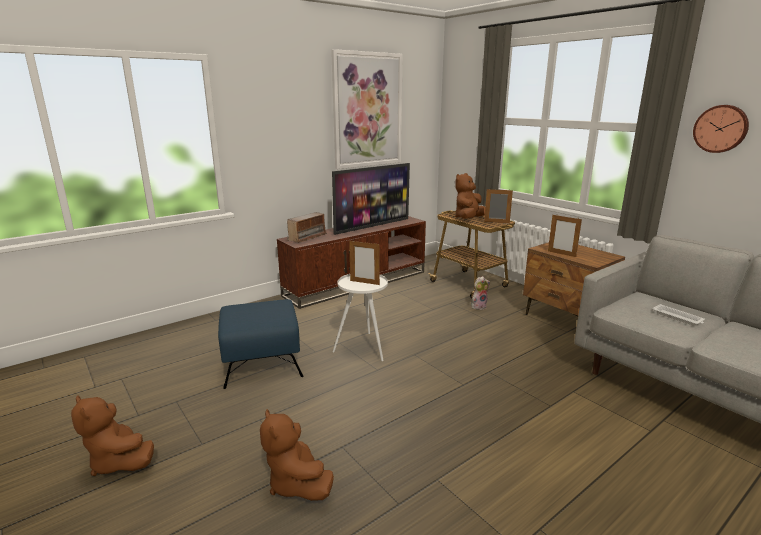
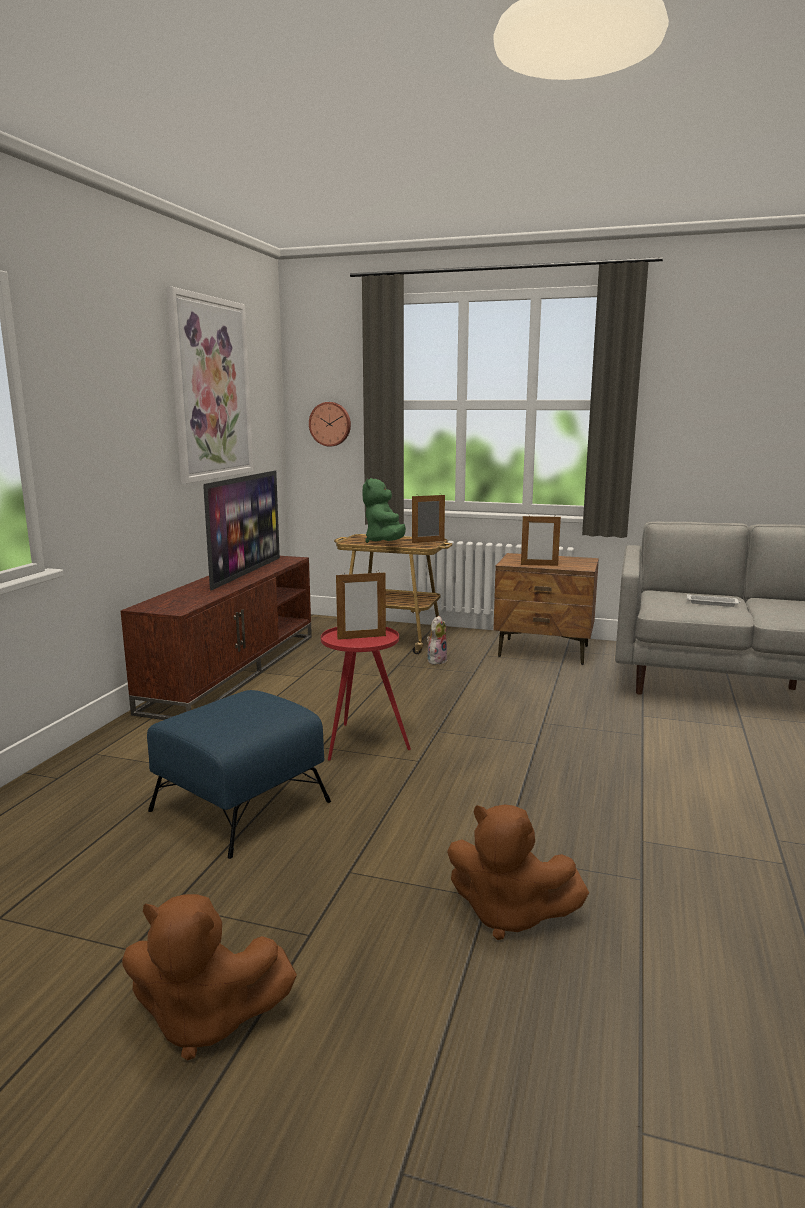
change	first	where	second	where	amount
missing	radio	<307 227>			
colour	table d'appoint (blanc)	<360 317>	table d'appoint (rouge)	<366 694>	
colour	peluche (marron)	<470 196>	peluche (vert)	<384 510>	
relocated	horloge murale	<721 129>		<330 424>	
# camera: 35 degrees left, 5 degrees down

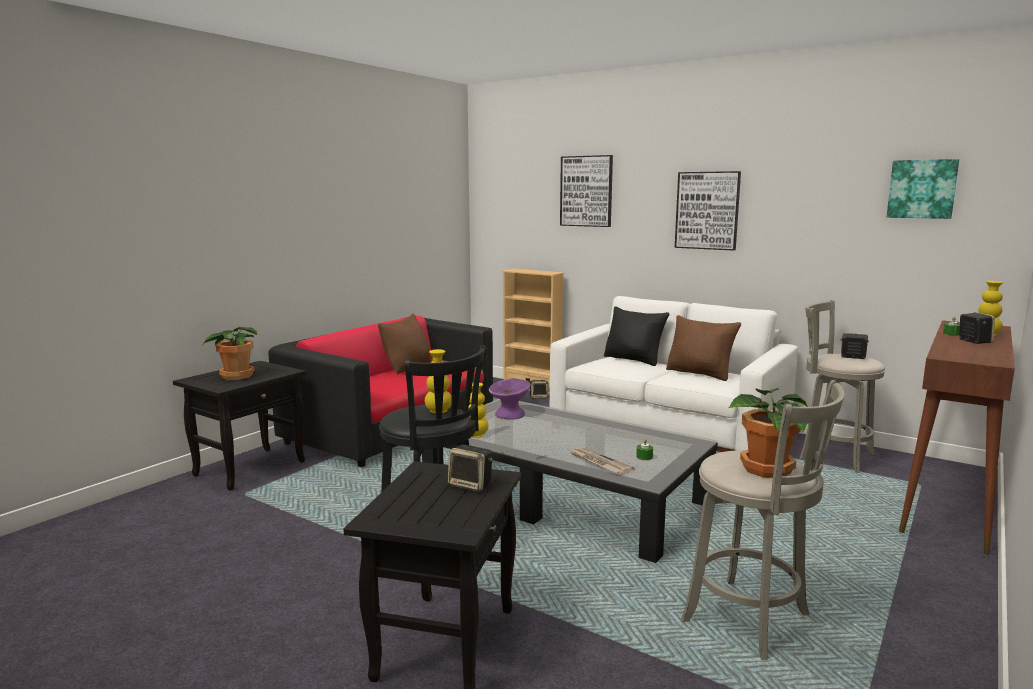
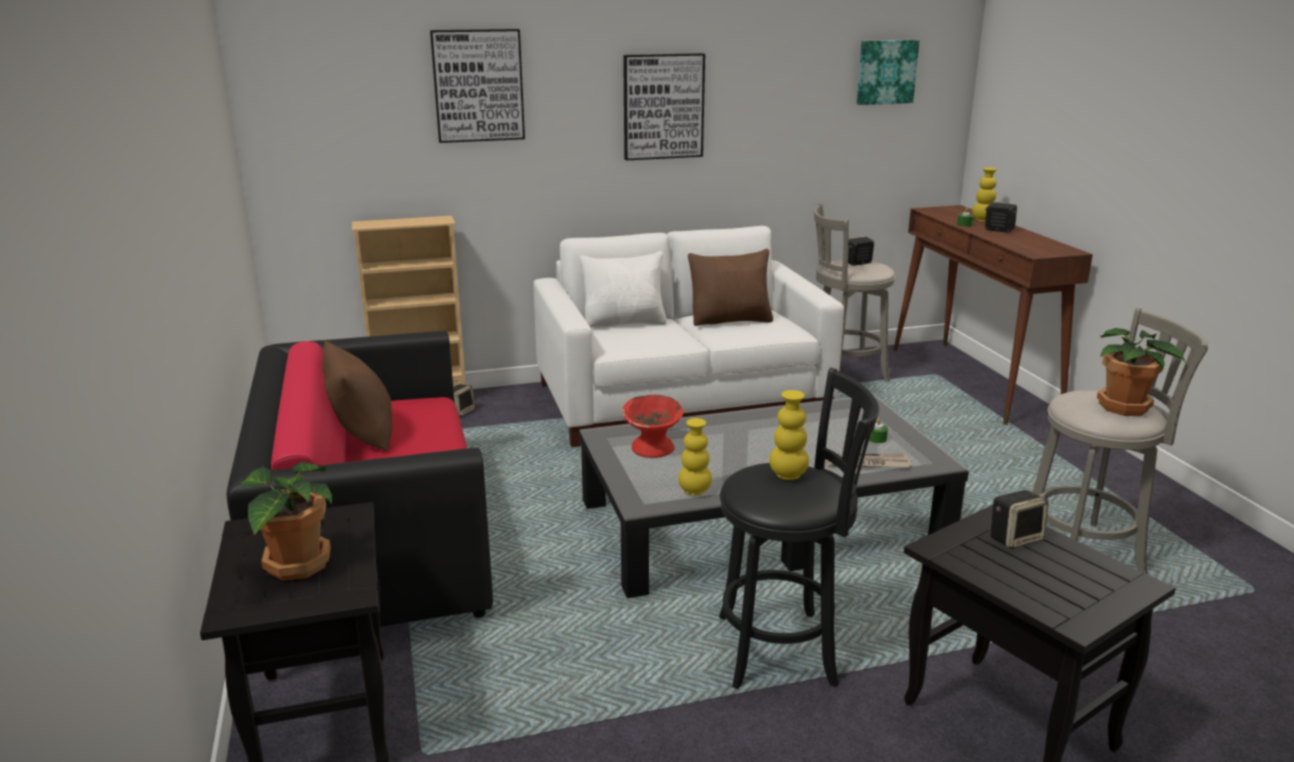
change	first	where	second	where	amount
colour	bol (violet)	<510 398>	bol (rouge)	<653 426>	
colour	coussin (noir)	<637 336>	coussin (blanc)	<623 289>	
# camera: 50 degrees left, 10 degrees up

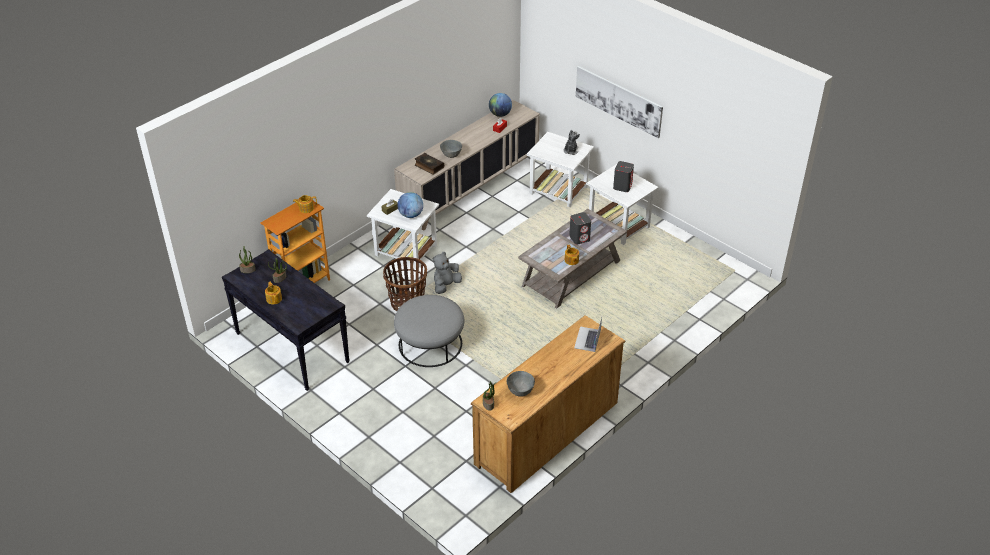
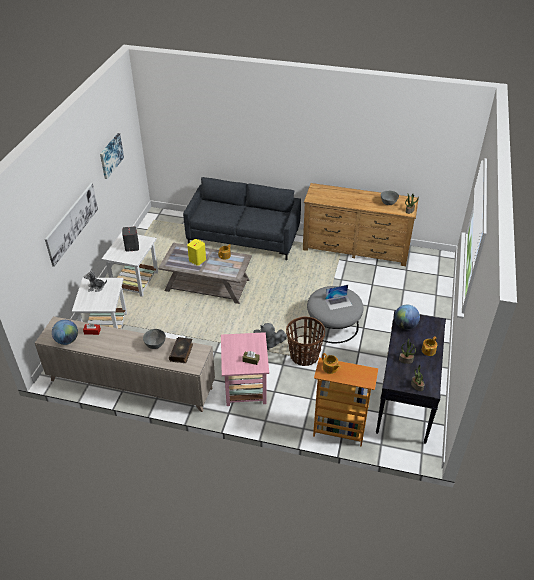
change	first	where	second	where	amount
colour	table d'appoint (blanc)	<403 229>	table d'appoint (rose)	<245 369>	
relocated	globe	<410 205>		<407 317>	
colour	enceinte (gris)	<580 228>	enceinte (jaune)	<196 252>	
relocated	ordinateur portable	<588 334>		<339 297>	
appeared			tableau	<112 156>	
appeared			canapé (gris)	<242 218>	
# camera: 120 degrees left, 0 degrees up

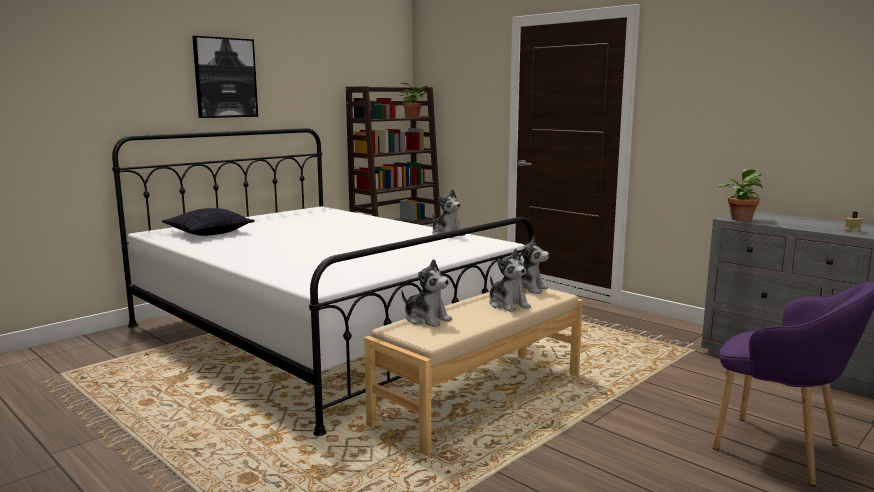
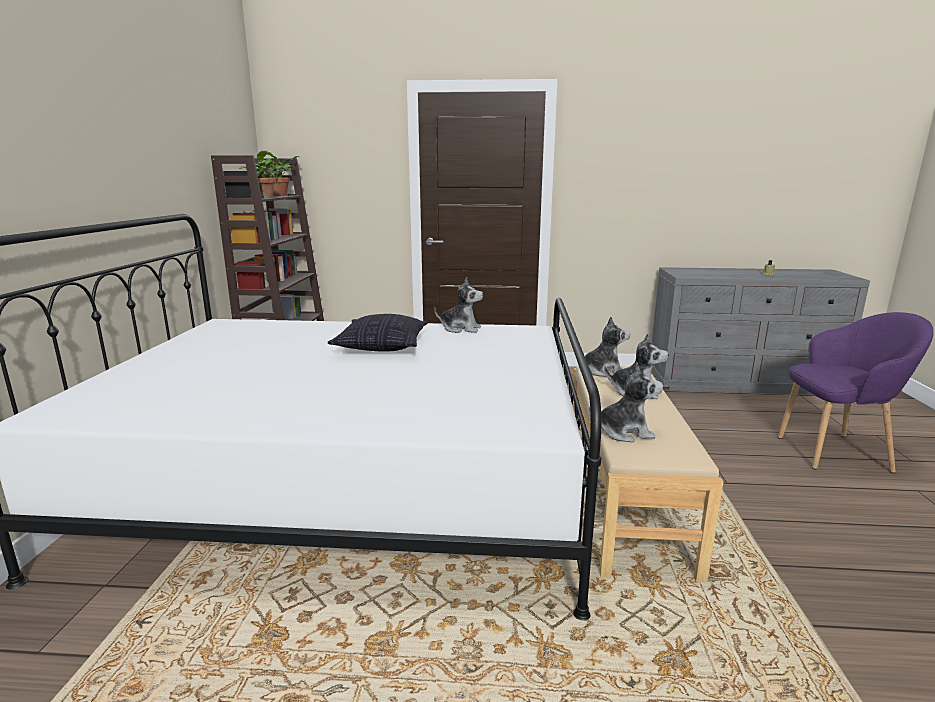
change	first	where	second	where	amount
relocated	coussin	<208 222>		<377 333>	
missing	tableau	<225 77>			
relocated	plante en pot	<740 194>		<257 174>	
# camera: 40 degrees left, 5 degrees up

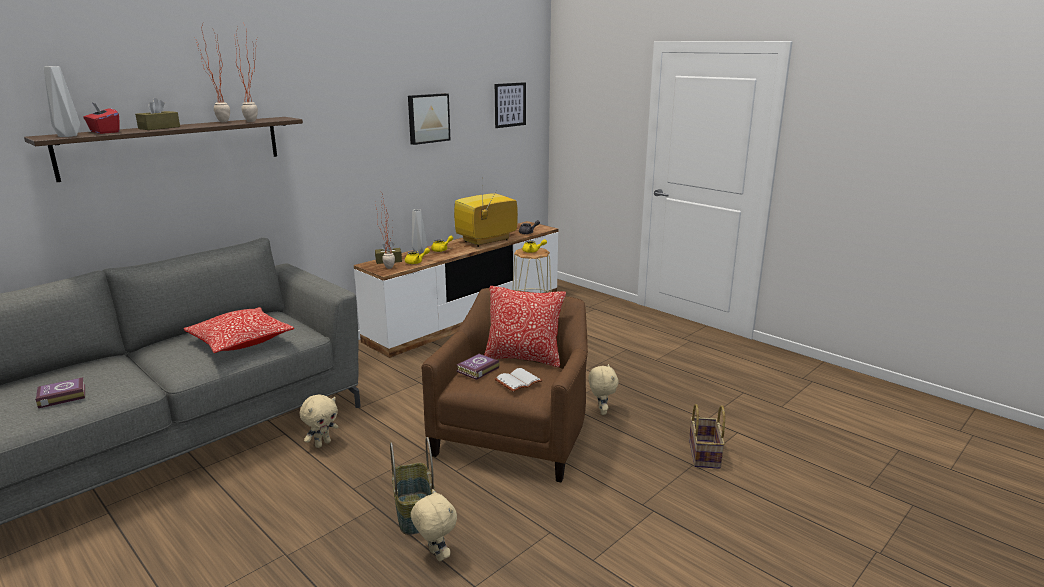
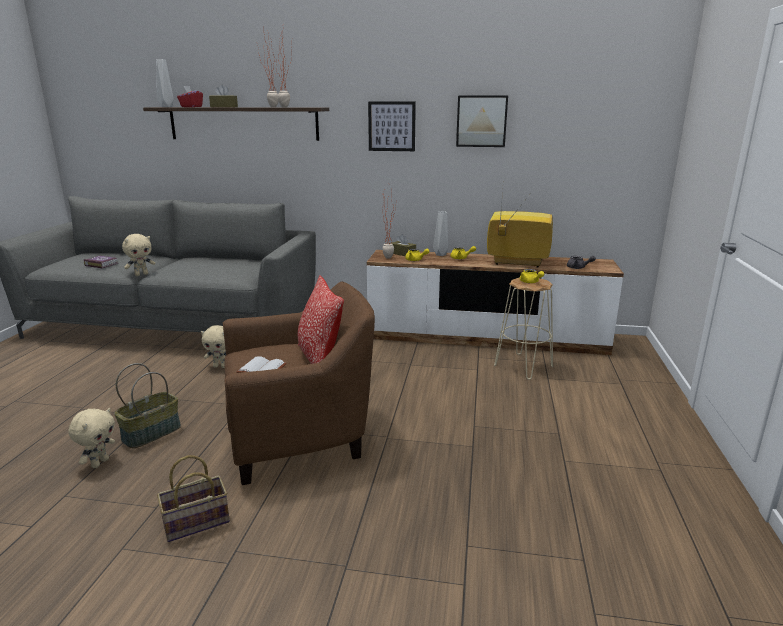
change	first	where	second	where	amount
missing	coussin	<238 330>			
missing	livre	<477 366>			
relocated	tableau	<510 105>		<392 126>	
relocated	peluche (beige)	<603 389>		<138 255>	
relocated	panier	<707 436>		<193 498>	
# camera: 55 degrees right, 0 degrees up

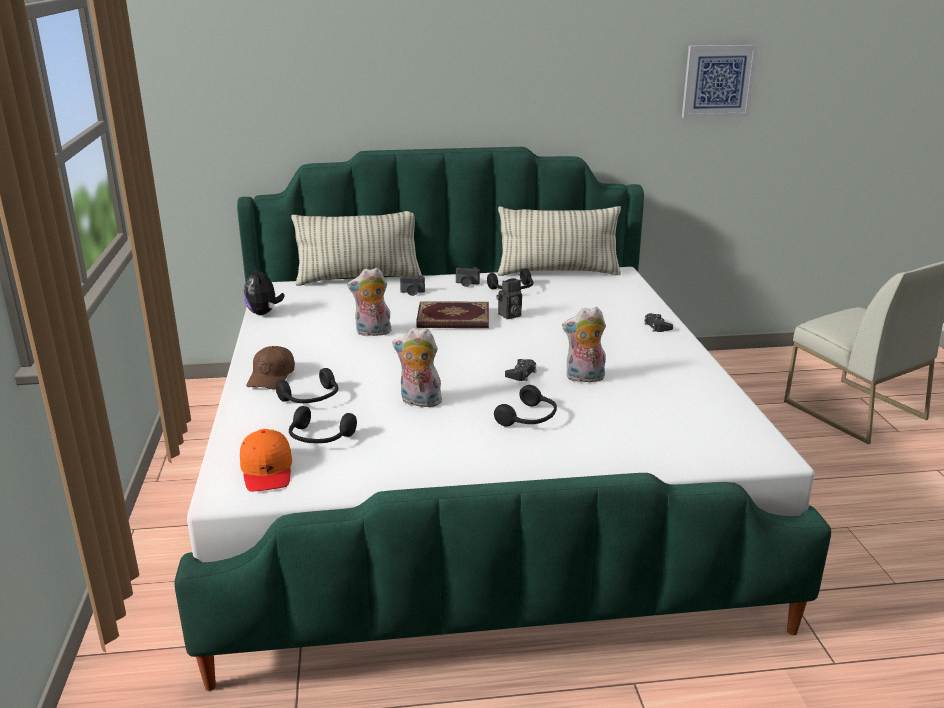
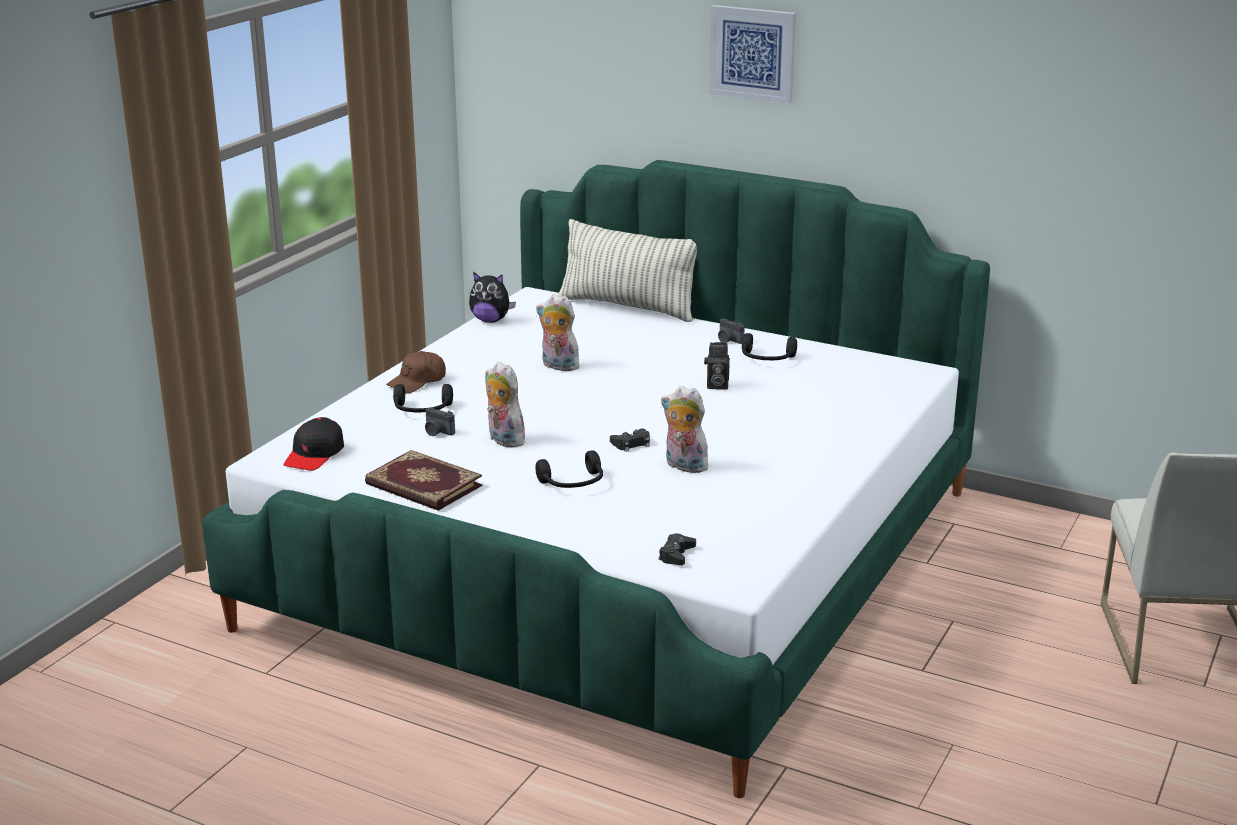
change	first	where	second	where	amount
colour	casquette (orange)	<266 460>	casquette (noir)	<314 444>	
spun	peluche	<264 289>		<492 297>	90 degrees counterclockwise
missing	casque audio (noir)	<323 424>			
relocated	appareil photo	<412 285>		<440 421>	
relocated	livre	<452 314>		<424 480>	
missing	coussin	<559 241>			
relocated	manette (noir)	<658 322>		<677 549>	
relocated	tableau	<720 81>		<752 54>	
# camera: 35 degrees right, 0 degrees up

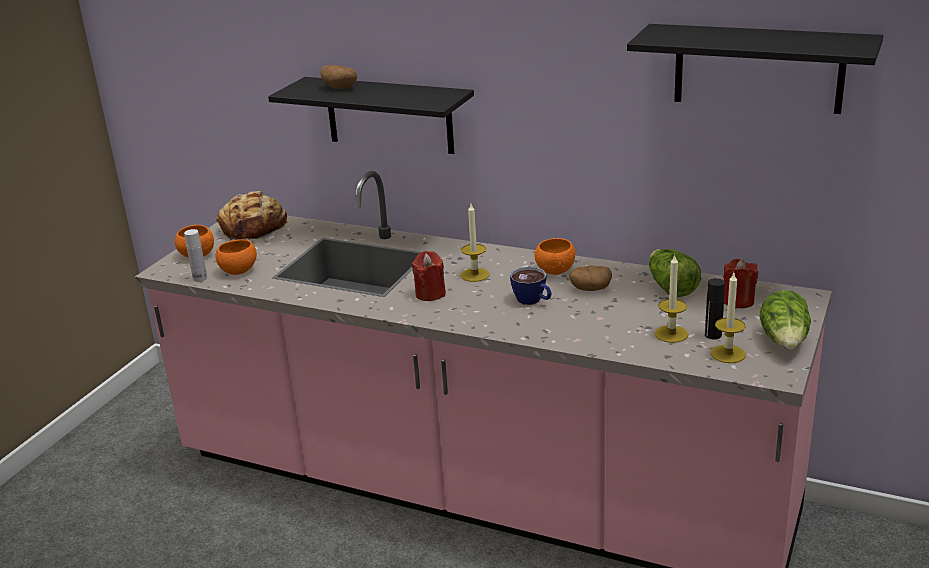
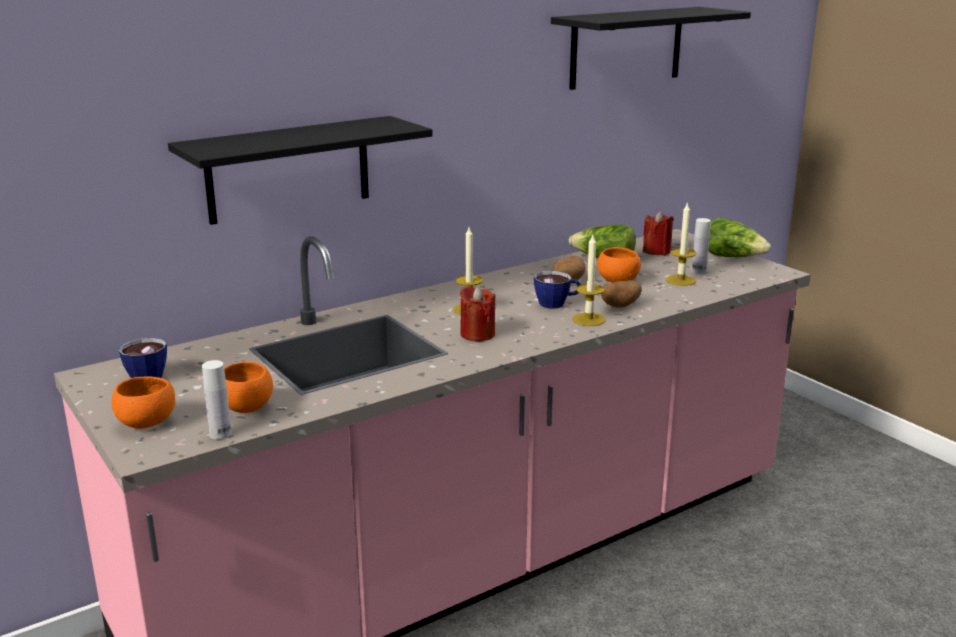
change	first	where	second	where	amount
exchanged	pain	<252 215>	tasse	<143 358>	
relocated	pomme de terre	<338 77>		<621 294>	
relocated	bol (orange)	<554 256>		<619 265>	
colour	bouteille (noir)	<715 308>	bouteille (blanc)	<701 246>	
relocated	bougie	<728 318>		<589 280>	
# camera: 60 degrees left, 5 degrees down

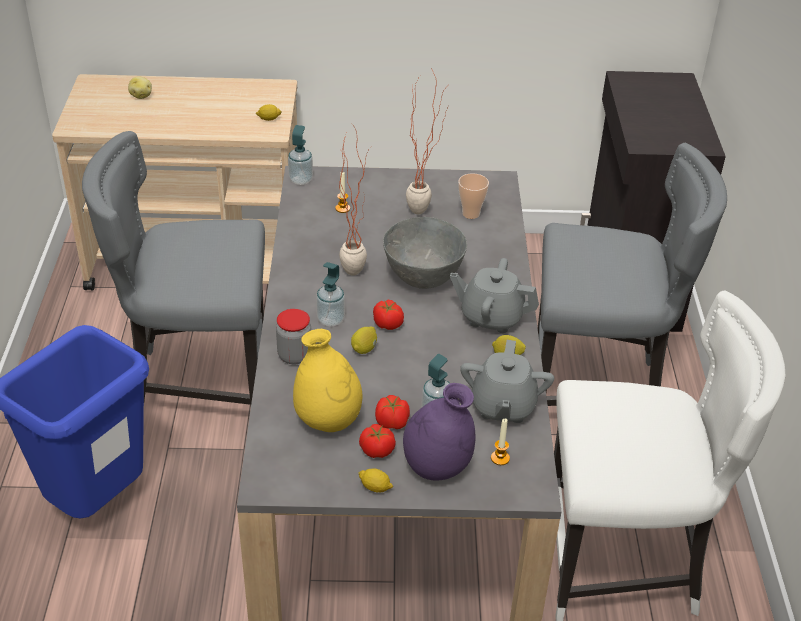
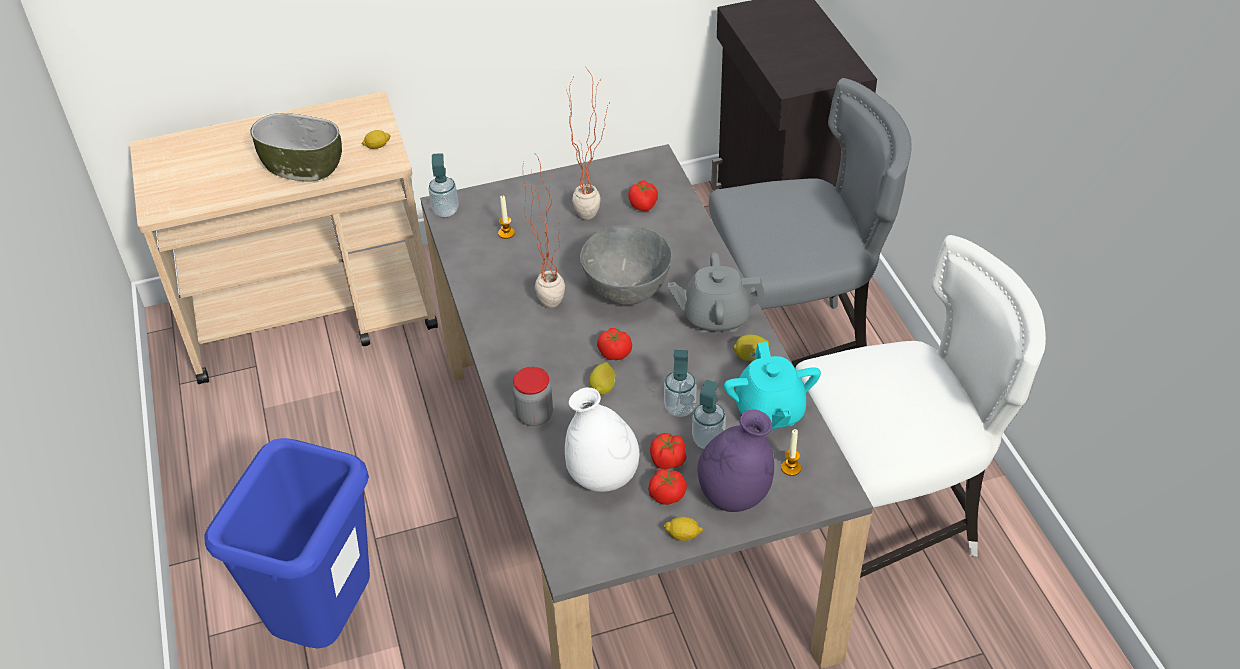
change	first	where	second	where	amount
missing	chaise (gris)	<173 268>			
missing	pomme de terre	<140 87>			
colour	vase (jaune)	<328 380>	vase (blanc)	<602 440>	
relocated	distributeur de savon	<330 294>		<680 383>	
exchanged	tasse	<473 196>	tomate	<643 195>	
colour	théière (gris)	<507 381>	théière (turquoise)	<772 385>	
appeared			bol	<296 147>	
# camera: 15 degrees left, 5 degrees up

